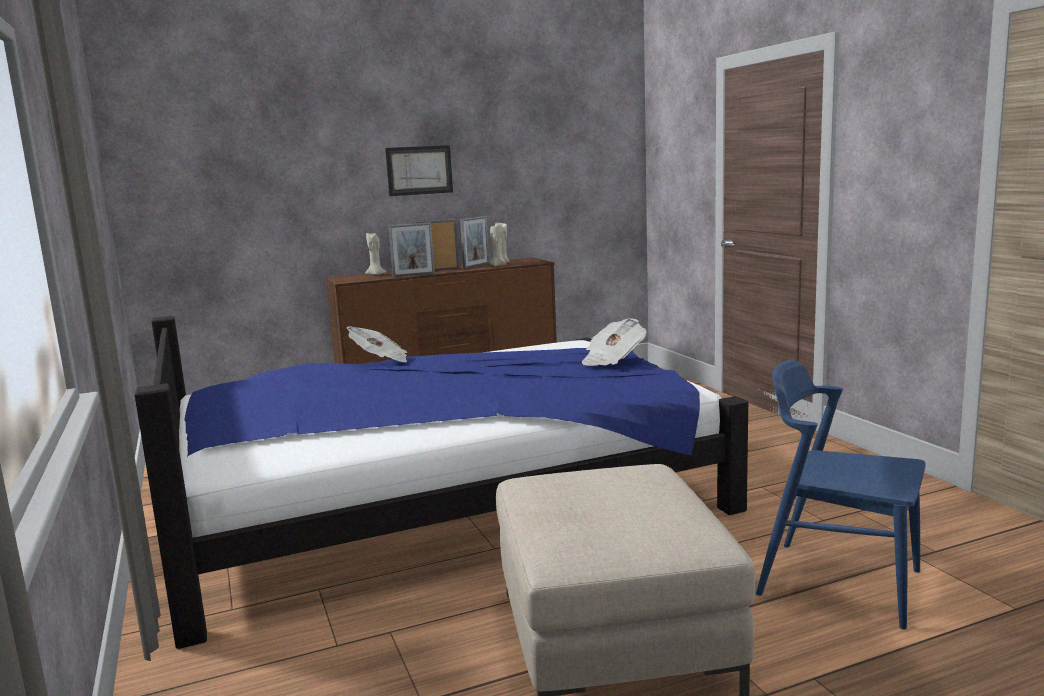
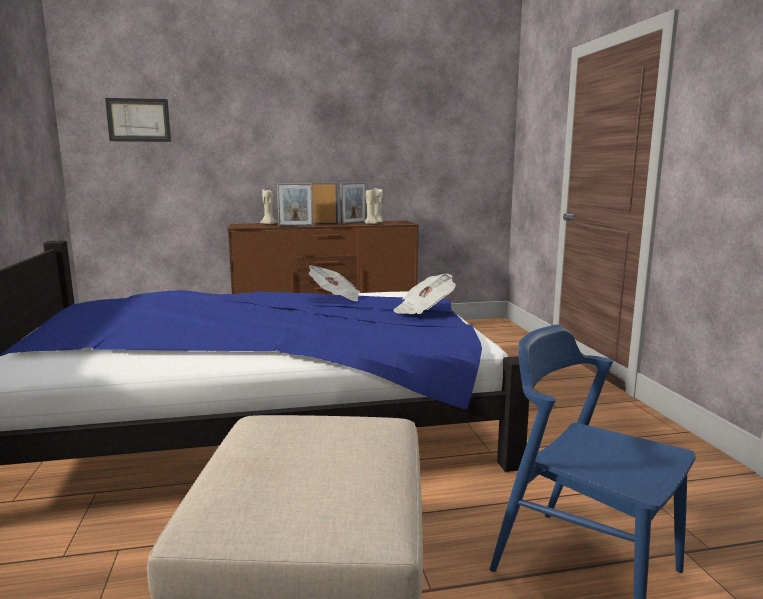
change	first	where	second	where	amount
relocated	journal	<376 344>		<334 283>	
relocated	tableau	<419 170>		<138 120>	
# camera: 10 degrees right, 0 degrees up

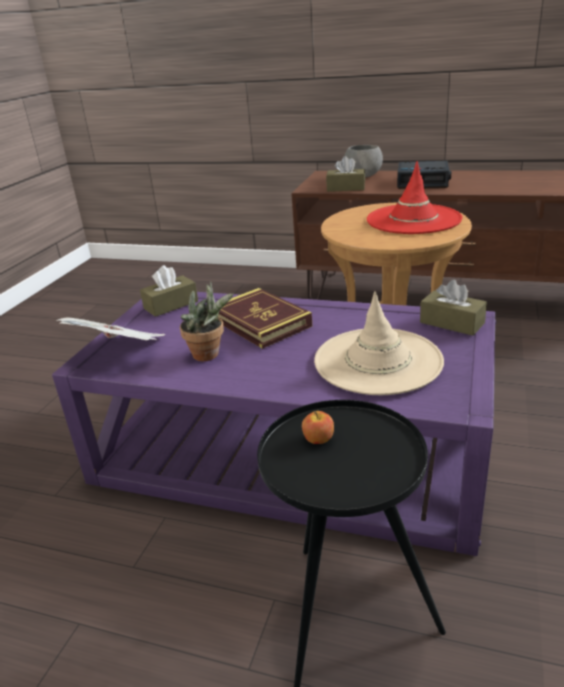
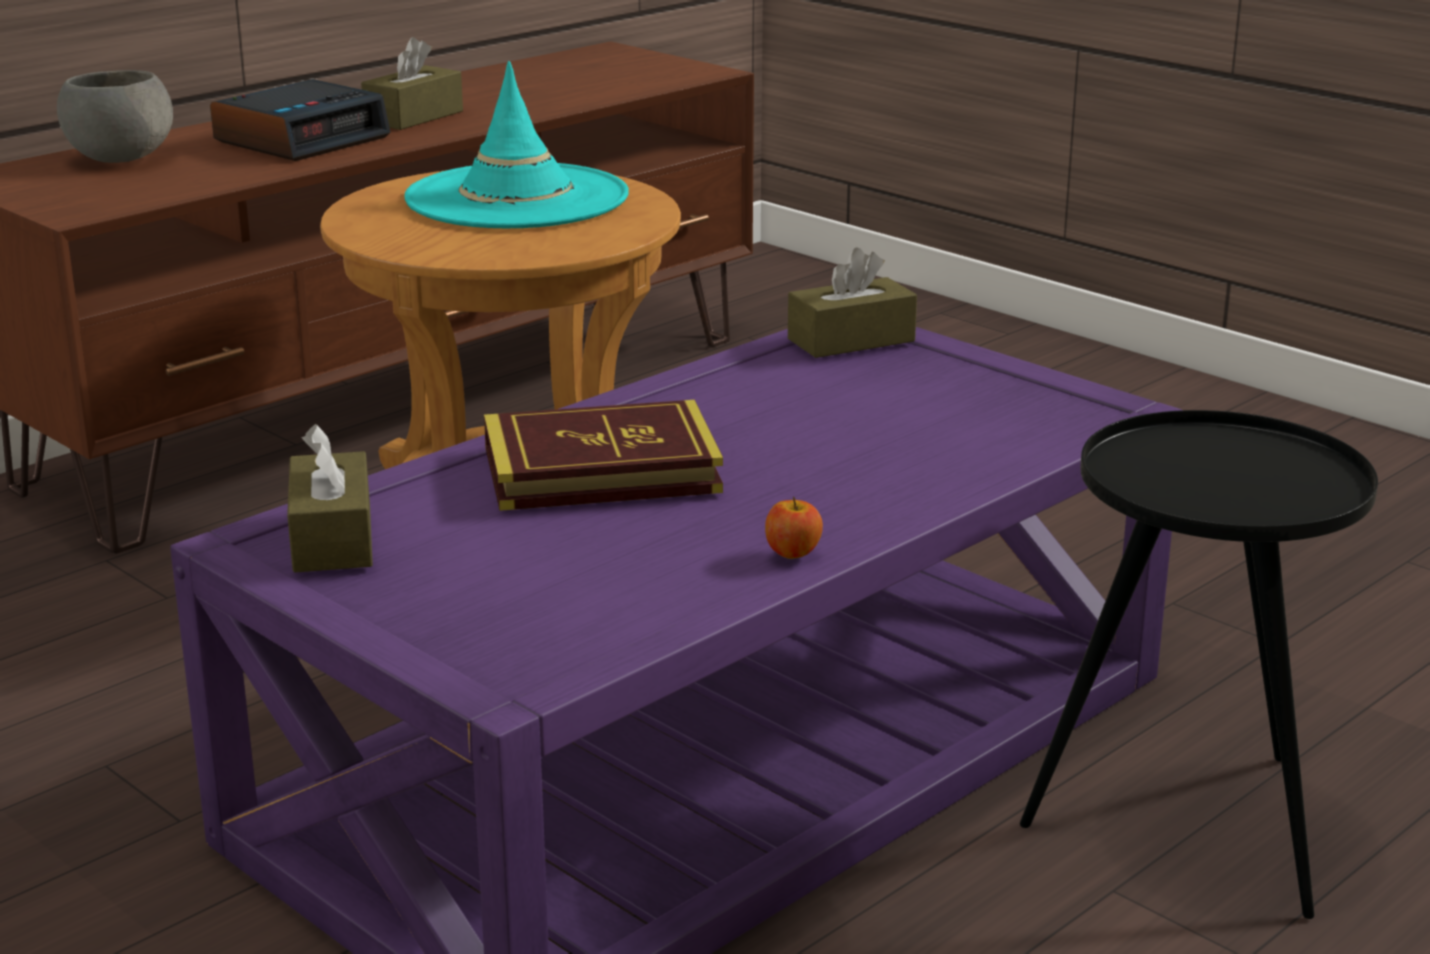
change	first	where	second	where	amount
missing	journal	<111 328>			
missing	plante en pot	<207 321>			
relocated	pomme	<318 427>		<794 528>	
missing	chapeau (beige)	<379 343>			
relocated	boîte à mouchoirs (marron)	<345 174>		<412 83>	
colour	chapeau (rouge)	<415 197>	chapeau (turquoise)	<517 144>	
# camera: 65 degrees left, 5 degrees down

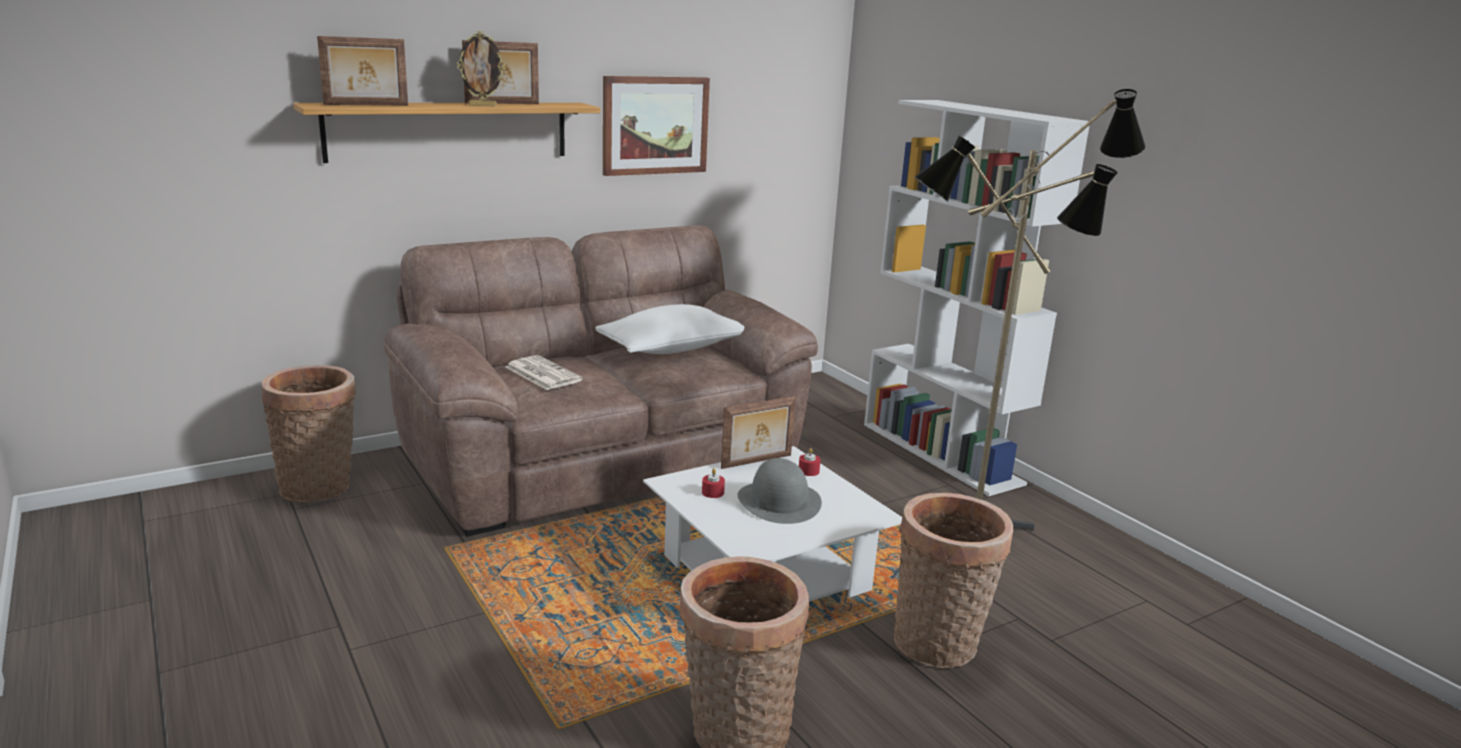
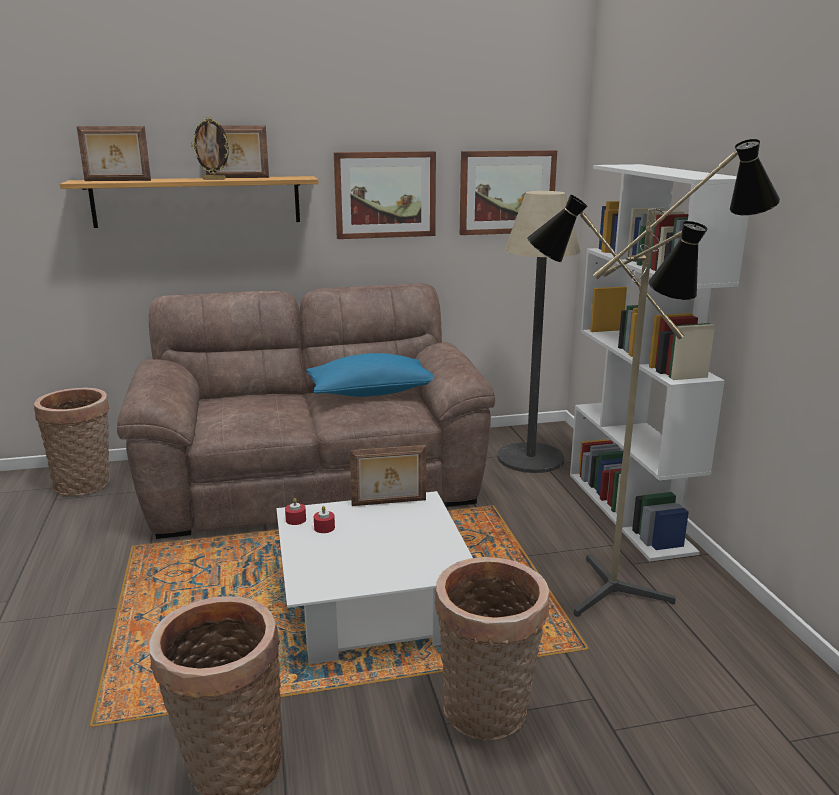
change	first	where	second	where	amount
missing	journal	<544 372>			
colour	coussin (blanc)	<669 329>	coussin (bleu)	<370 375>	
missing	chapeau (gris)	<780 491>			
relocated	bougie (rouge)	<810 462>		<295 511>	
appeared			tableau	<508 192>	
appeared			lampadaire	<539 332>	
# camera: 20 degrees right, 0 degrees up

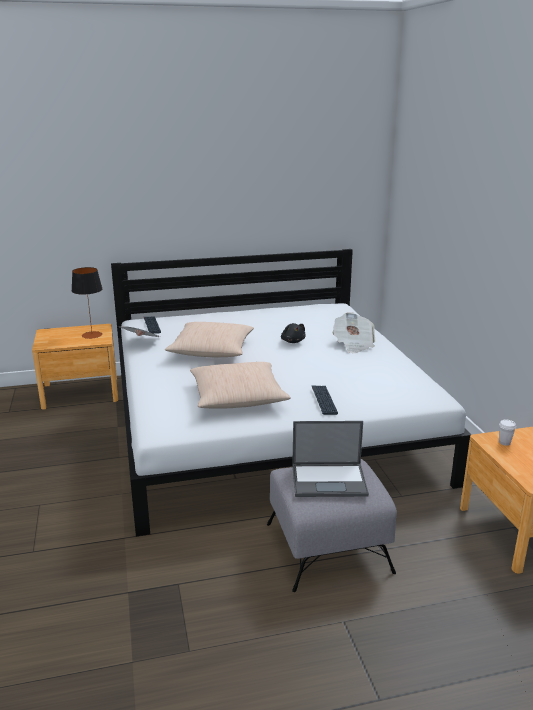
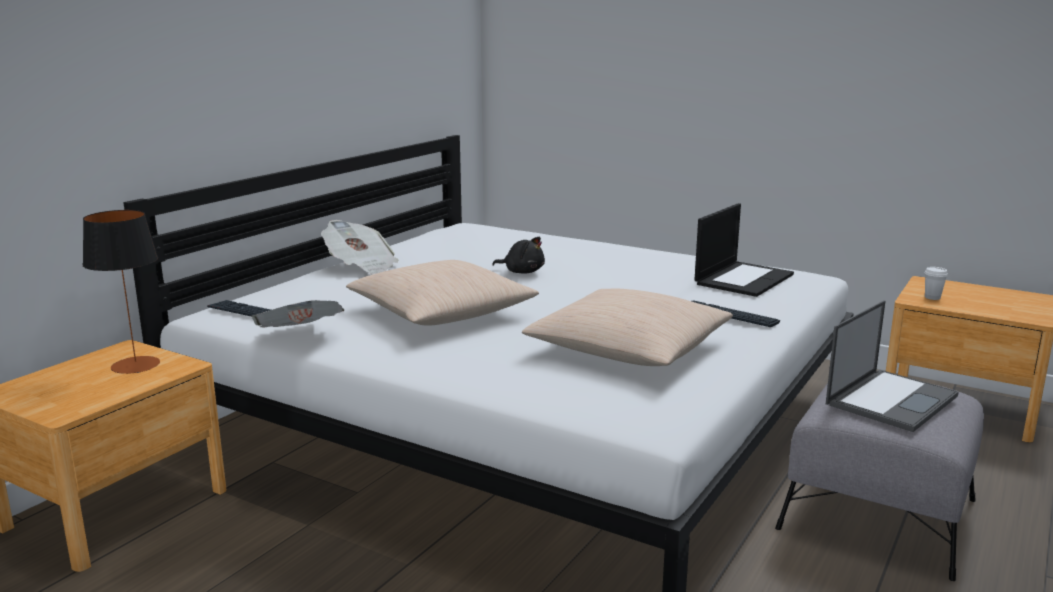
change	first	where	second	where	amount
relocated	journal	<353 332>		<360 247>	
appeared			ordinateur portable	<744 250>	
# camera: 45 degrees left, 5 degrees down

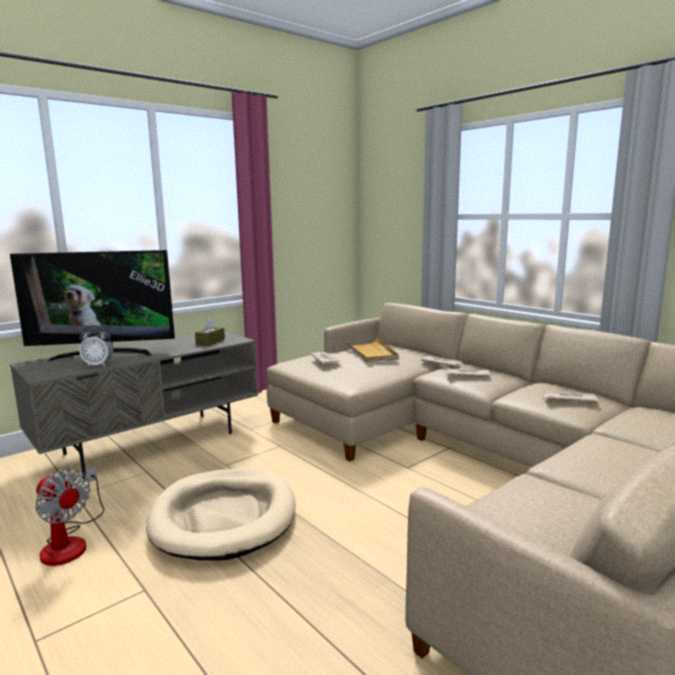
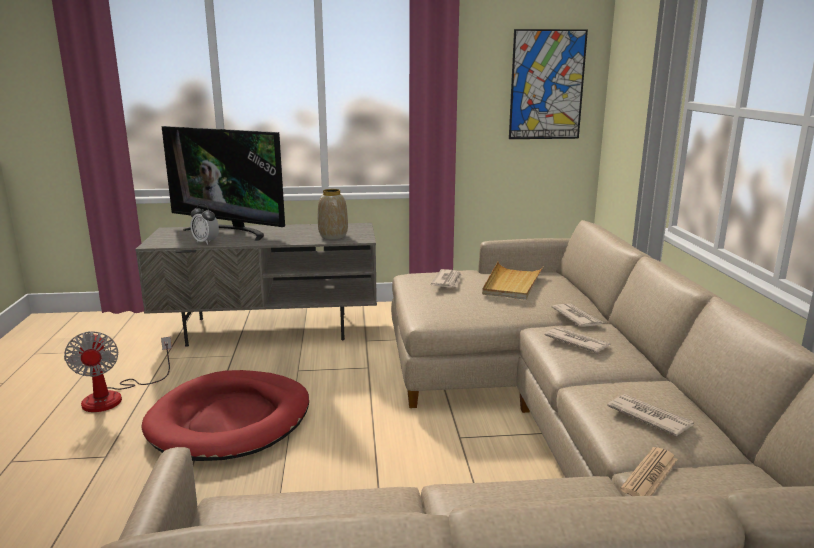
change	first	where	second	where	amount
colour	panier pour chien (beige)	<220 515>	panier pour chien (rouge)	<225 415>	
exchanged	boîte à mouchoirs (marron)	<210 332>	vase	<333 214>	
appeared			tableau	<548 84>	
appeared			journal	<649 471>	
# camera: 35 degrees right, 5 degrees up

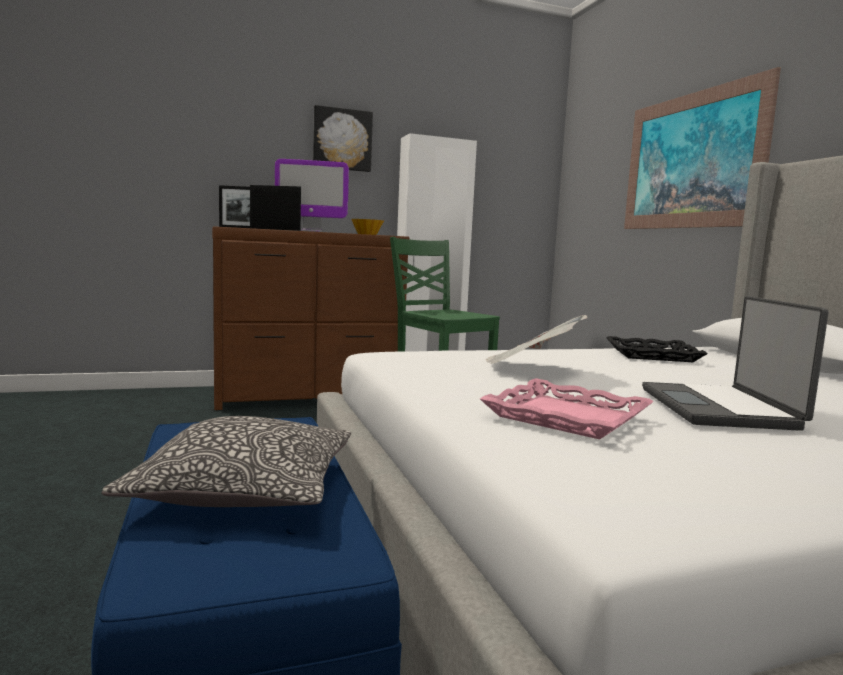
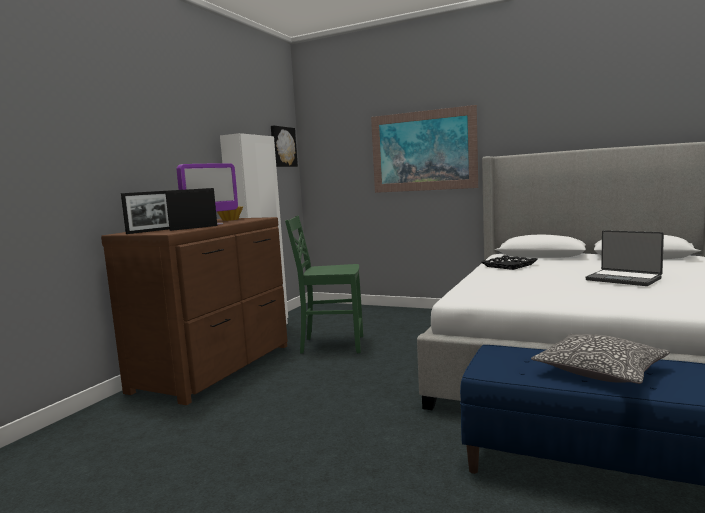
change	first	where	second	where	amount
relocated	tableau	<343 138>		<284 146>	
missing	plateau (rose)	<567 409>			
missing	journal	<536 339>			
# camera: 45 degrees left, 0 degrees up

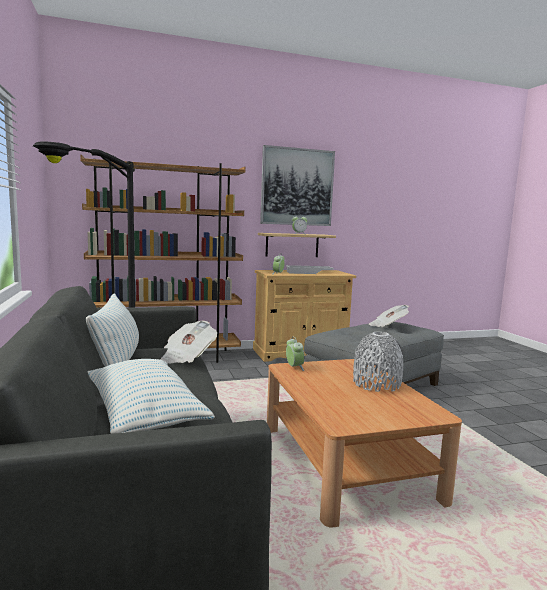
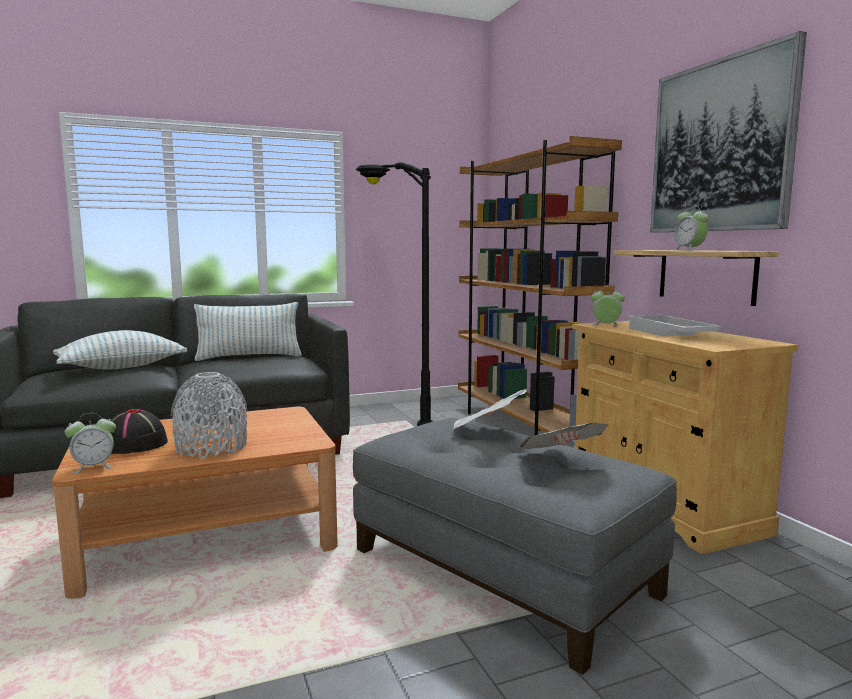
change	first	where	second	where	amount
relocated	journal	<189 342>		<489 409>	
relocated	réveil	<295 353>		<90 443>	
appeared			chapeau (noir)	<139 431>	
# camera: 85 degrees right, 0 degrees up

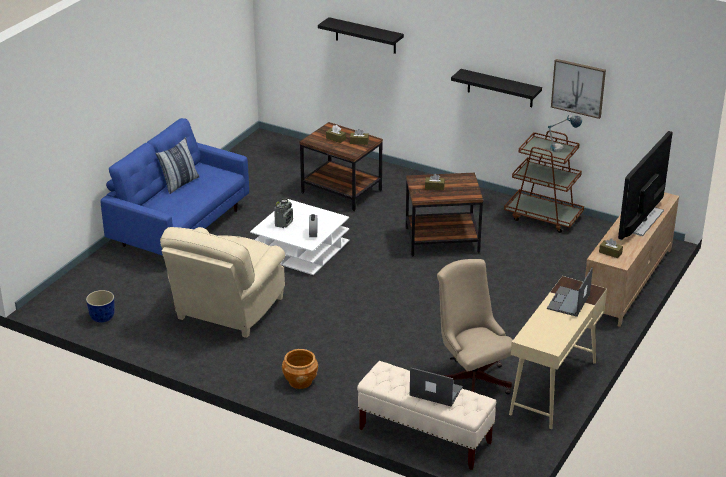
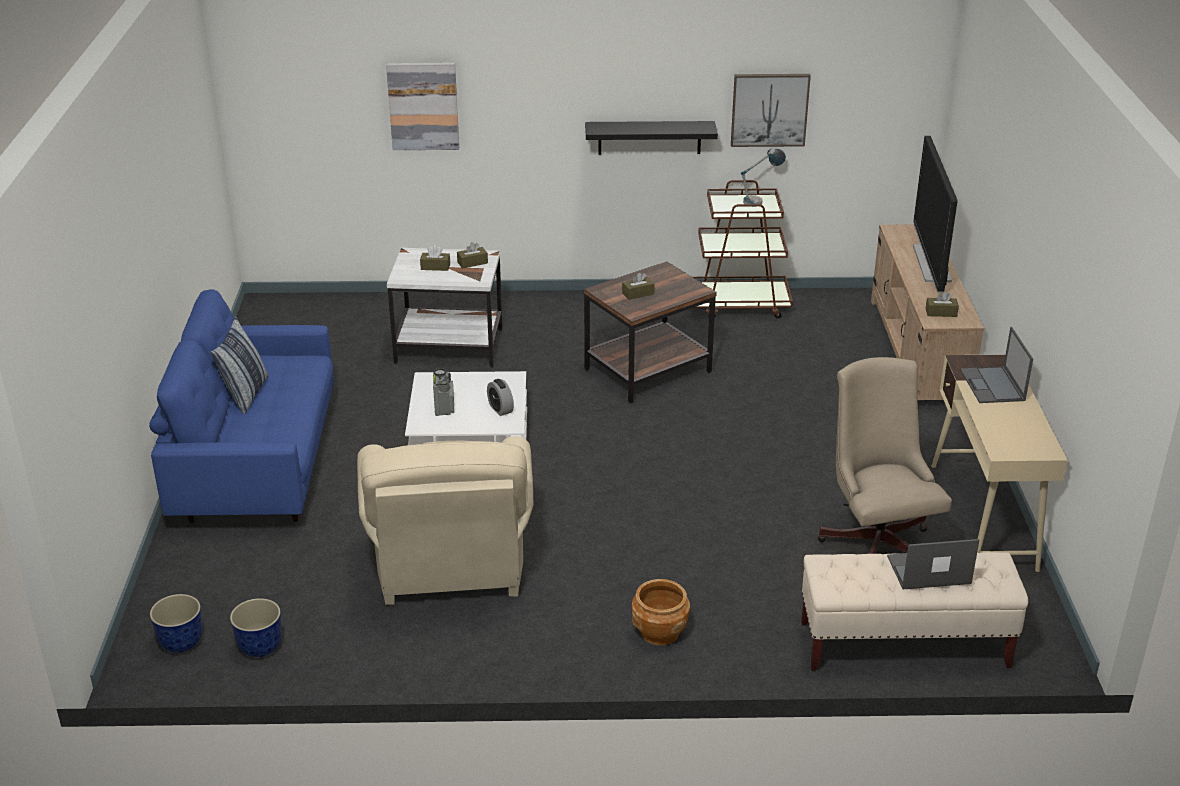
change	first	where	second	where	amount
colour	table d'appoint (marron)	<341 166>	table d'appoint (blanc)	<444 307>	
exchanged	étagère (noir)	<361 35>	tableau	<422 106>	
spun	chaise de bureau (beige)	<475 327>		<885 455>	45 degrees clockwise
appeared			cache-pot	<176 623>	
# camera: 30 degrees left, 0 degrees up

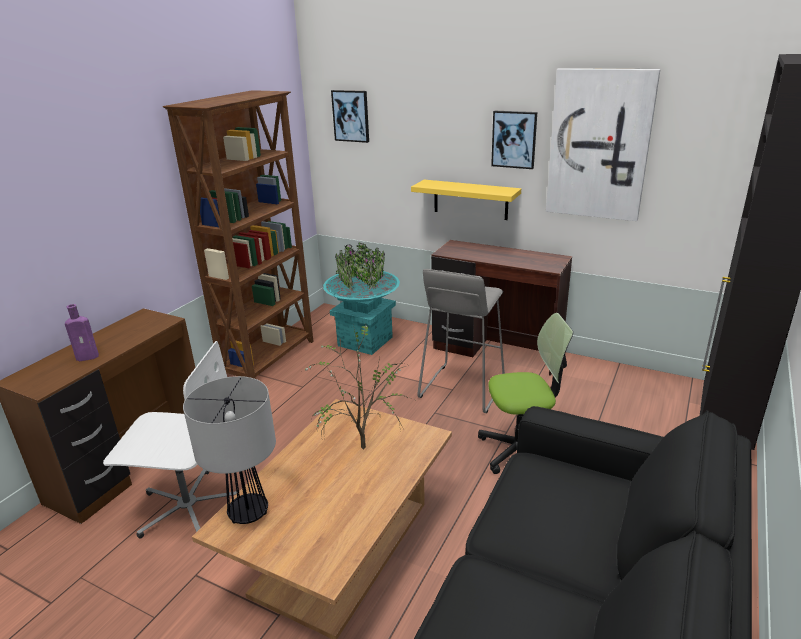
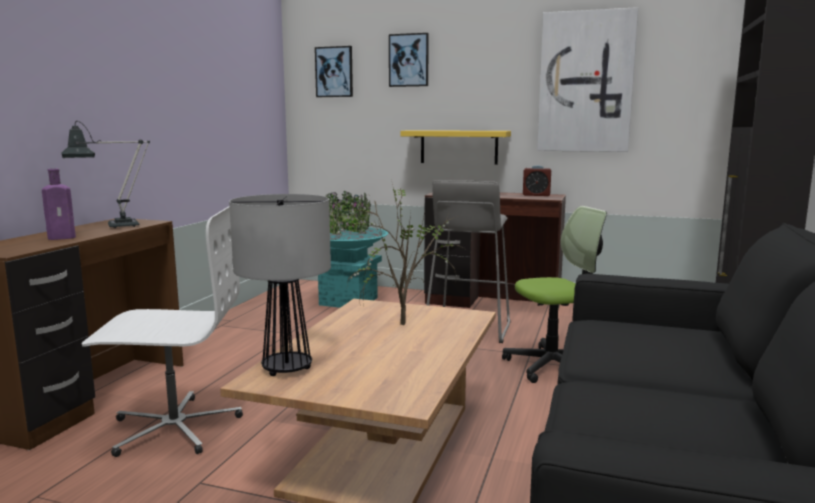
change	first	where	second	where	amount
missing	bibliothèque (marron)	<238 234>			
relocated	tableau	<514 140>		<409 60>	
appeared			lampe de table	<105 174>	
appeared			réveil	<537 180>	
# camera: 10 degrees left, 15 degrees down

